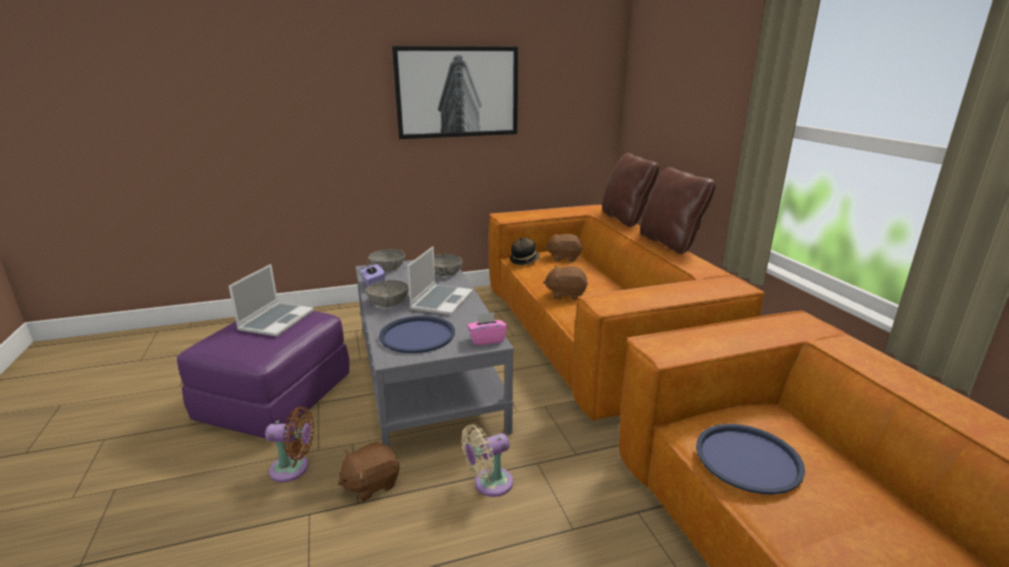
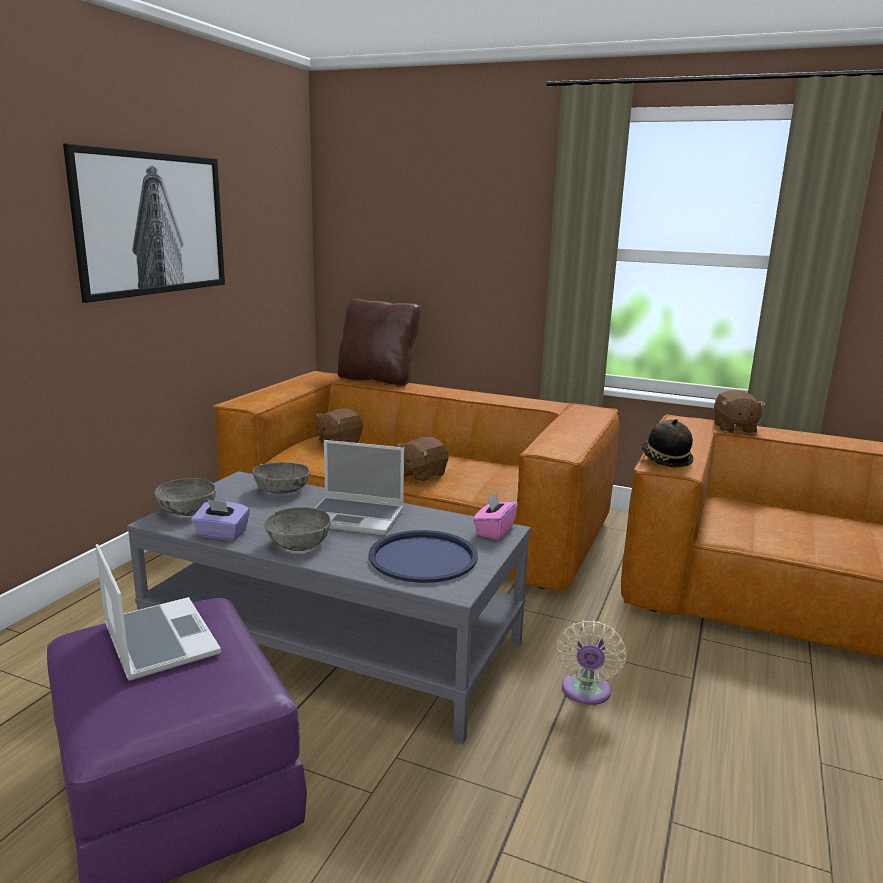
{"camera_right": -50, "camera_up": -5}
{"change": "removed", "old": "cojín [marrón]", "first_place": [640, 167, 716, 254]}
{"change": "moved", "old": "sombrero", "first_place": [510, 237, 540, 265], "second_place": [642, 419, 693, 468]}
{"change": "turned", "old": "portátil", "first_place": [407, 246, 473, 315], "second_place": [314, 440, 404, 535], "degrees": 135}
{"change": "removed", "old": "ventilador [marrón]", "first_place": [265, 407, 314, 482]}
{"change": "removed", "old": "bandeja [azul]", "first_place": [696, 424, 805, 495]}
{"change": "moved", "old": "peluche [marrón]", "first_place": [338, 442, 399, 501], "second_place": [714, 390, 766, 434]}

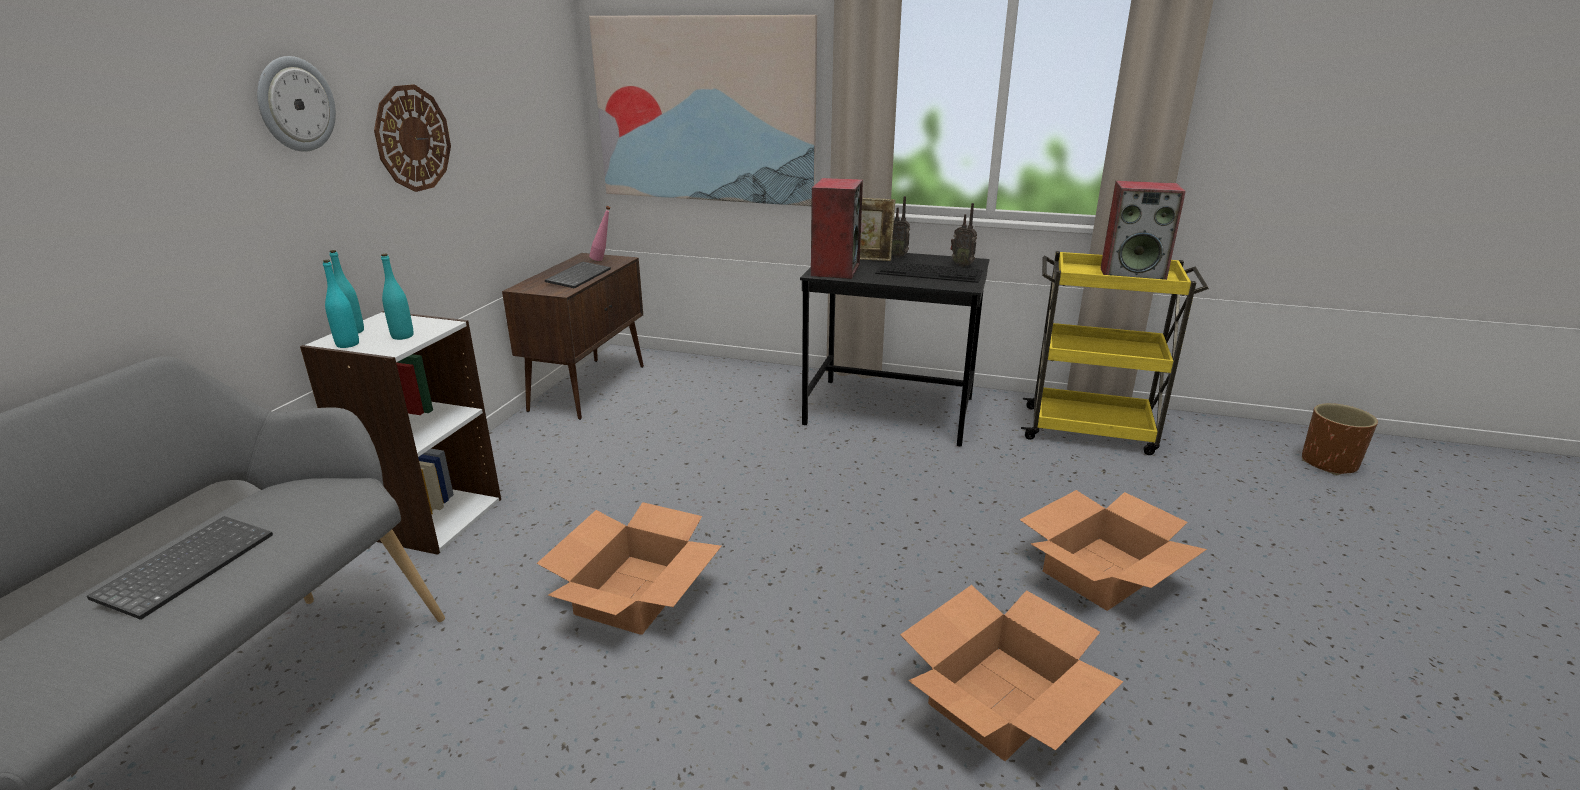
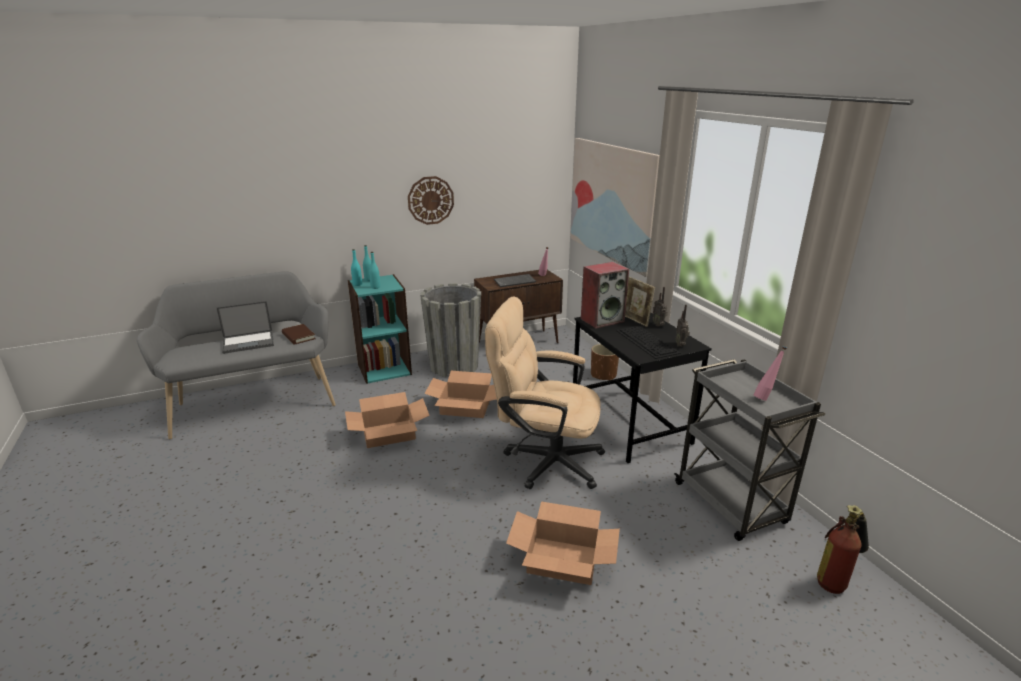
{"camera_right": 50, "camera_up": 0}
{"change": "removed", "old": "reloj de pared", "first_place": [257, 56, 336, 152]}
{"change": "replaced", "old": "altavoz", "new": "botella [rosa]", "first_place": [1100, 181, 1186, 280], "second_place": [753, 346, 786, 401]}
{"change": "recoloured", "old": "carrito [amarillo]", "new": "carrito [gris]", "first_place": [1021, 251, 1209, 455], "second_place": [674, 359, 825, 541]}
{"change": "recoloured", "old": "estantería [blanco]", "new": "estantería [turquesa]", "first_place": [300, 311, 501, 555], "second_place": [348, 274, 412, 384]}
{"change": "moved", "old": "maceta [marrón]", "first_place": [1302, 403, 1378, 475], "second_place": [591, 344, 619, 380]}
{"change": "replaced", "old": "teclado", "new": "portátil", "first_place": [87, 516, 273, 620], "second_place": [216, 301, 274, 354]}
{"change": "moved", "old": "caja de cartón", "first_place": [900, 585, 1123, 761], "second_place": [424, 371, 497, 418]}
{"change": "added", "new": "maceta [gris]", "second_place": [420, 283, 481, 377]}
{"change": "added", "new": "silla de oficina [beis]", "second_place": [485, 297, 605, 489]}
{"change": "added", "new": "libro [marrón]", "second_place": [282, 324, 316, 345]}
{"change": "added", "new": "extintor", "second_place": [817, 505, 869, 594]}

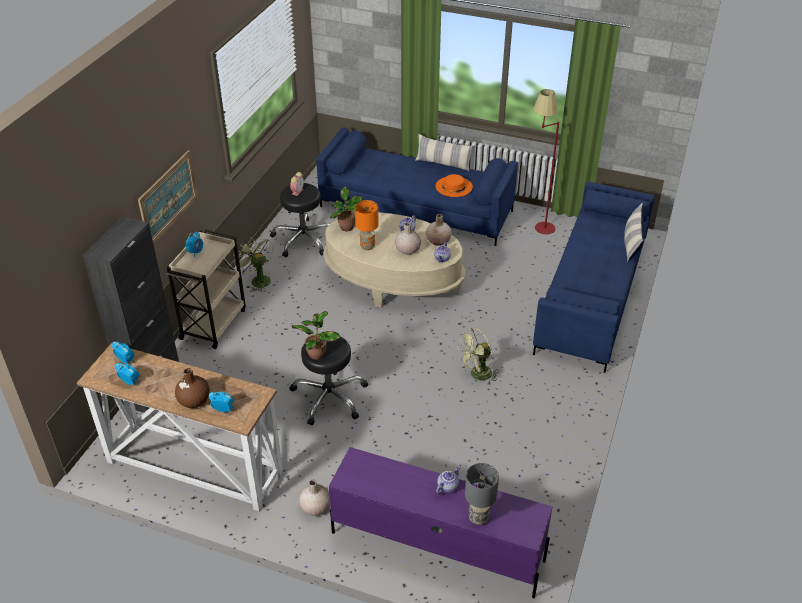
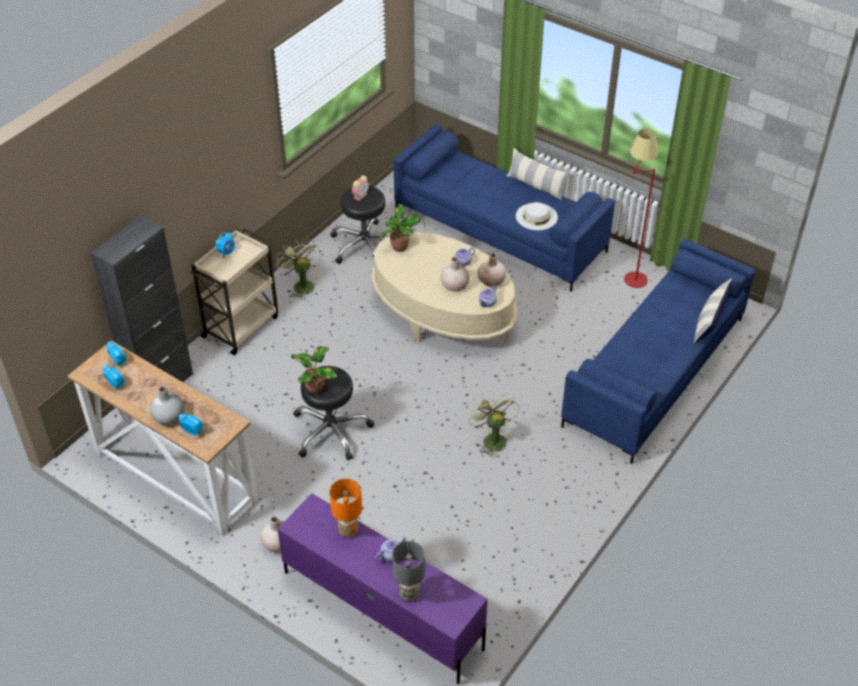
{"camera_right": 15, "camera_up": 5}
{"change": "removed", "old": "cuadro", "first_place": [138, 150, 198, 245]}
{"change": "recoloured", "old": "sombrero [naranja]", "new": "sombrero [blanco]", "first_place": [436, 174, 473, 197], "second_place": [516, 202, 558, 230]}
{"change": "moved", "old": "lámpara de mesa [naranja]", "first_place": [355, 200, 379, 250], "second_place": [330, 479, 362, 537]}
{"change": "turned", "old": "ventilador [verde]", "first_place": [457, 328, 499, 386], "second_place": [468, 393, 519, 458], "degrees": 90}
{"change": "recoloured", "old": "florero [marrón]", "new": "florero [gris]", "first_place": [175, 368, 210, 408], "second_place": [150, 386, 184, 425]}

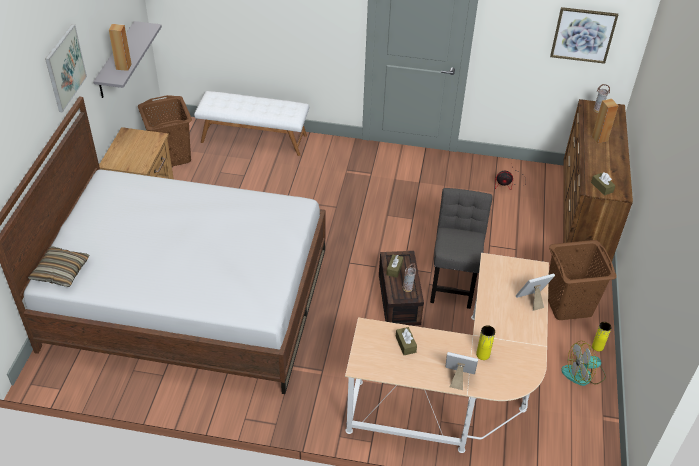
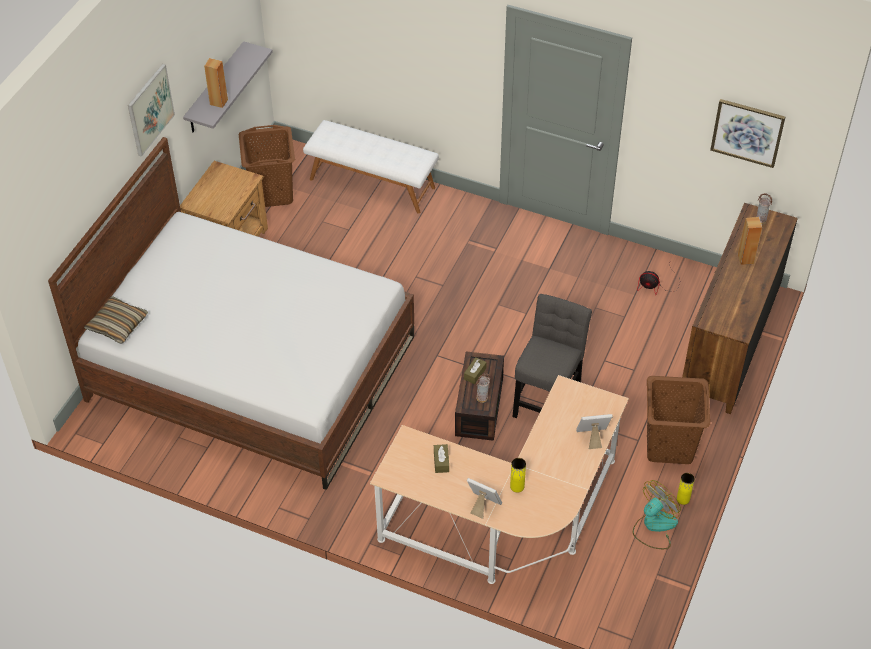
{"camera_right": 15, "camera_up": 5}
{"change": "removed", "old": "caja de pañuelos [marrón]", "first_place": [591, 172, 616, 196]}
{"change": "turned", "old": "ventilador", "first_place": [561, 341, 606, 386], "second_place": [633, 480, 681, 549], "degrees": 135}

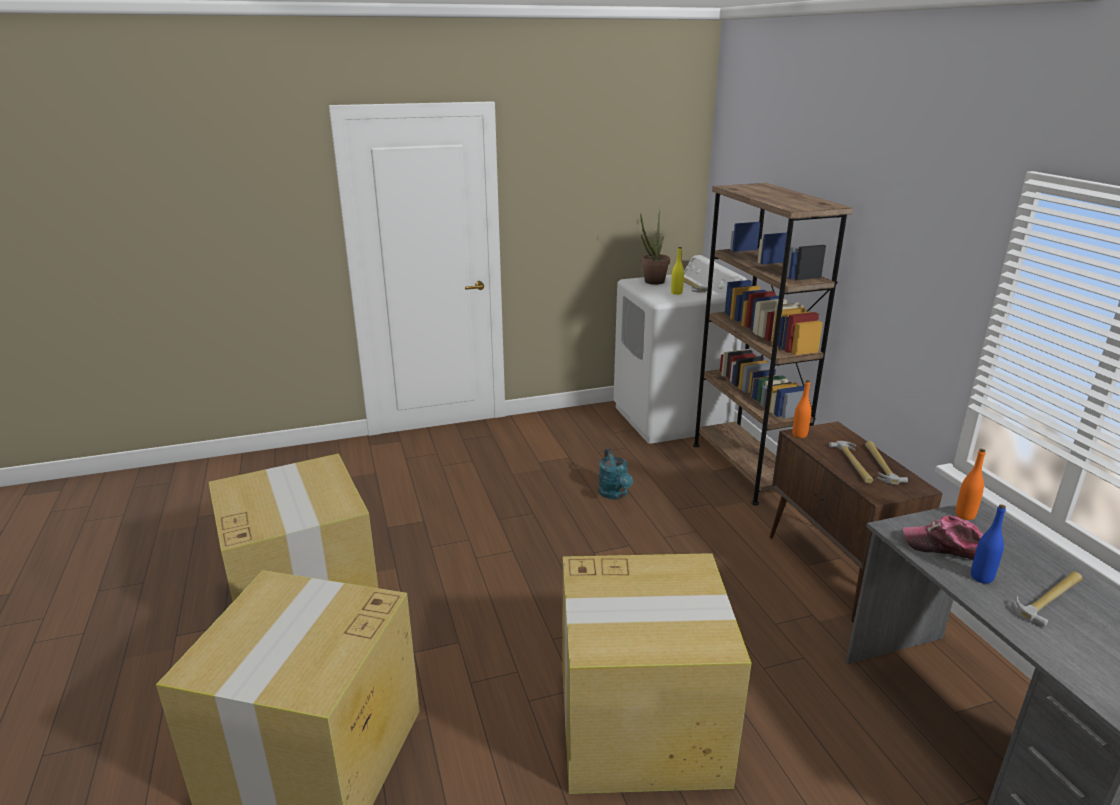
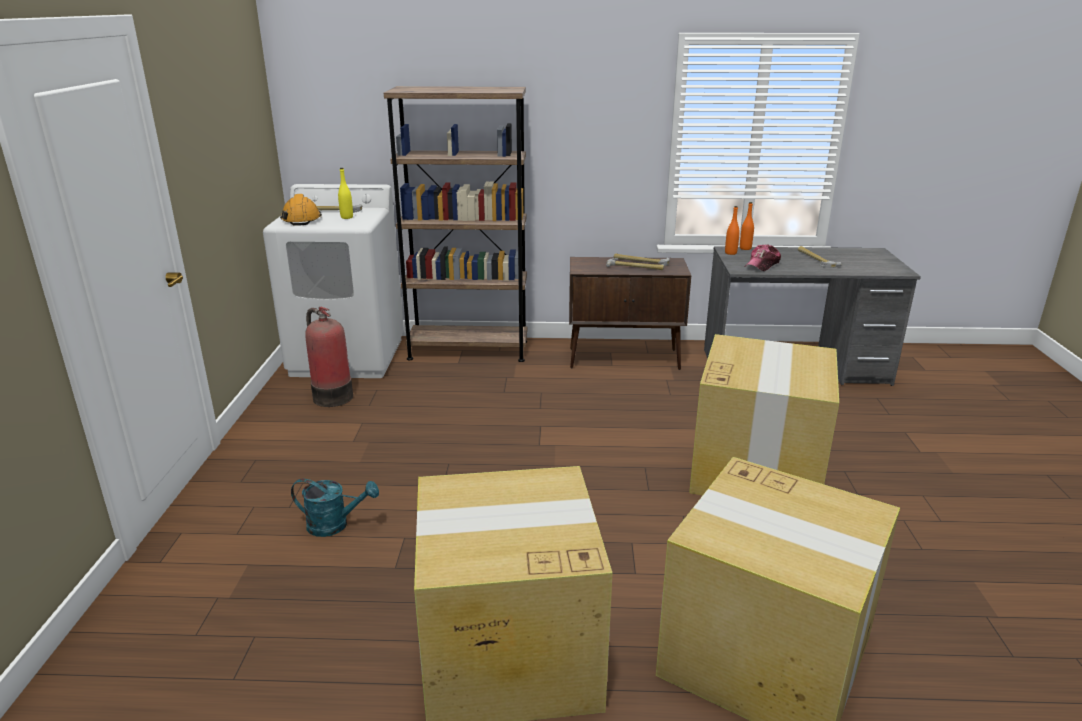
{"camera_right": -70, "camera_up": 0}
{"change": "replaced", "old": "planta en maceta", "new": "casco [naranja]", "first_place": [640, 207, 670, 285], "second_place": [280, 194, 322, 226]}
{"change": "moved", "old": "botella [naranja]", "first_place": [792, 380, 811, 438], "second_place": [740, 202, 754, 250]}
{"change": "moved", "old": "regadera [turquesa]", "first_place": [598, 449, 633, 499], "second_place": [291, 478, 379, 537]}
{"change": "removed", "old": "botella [azul]", "first_place": [971, 504, 1006, 584]}
{"change": "added", "new": "extintor", "second_place": [305, 307, 353, 407]}

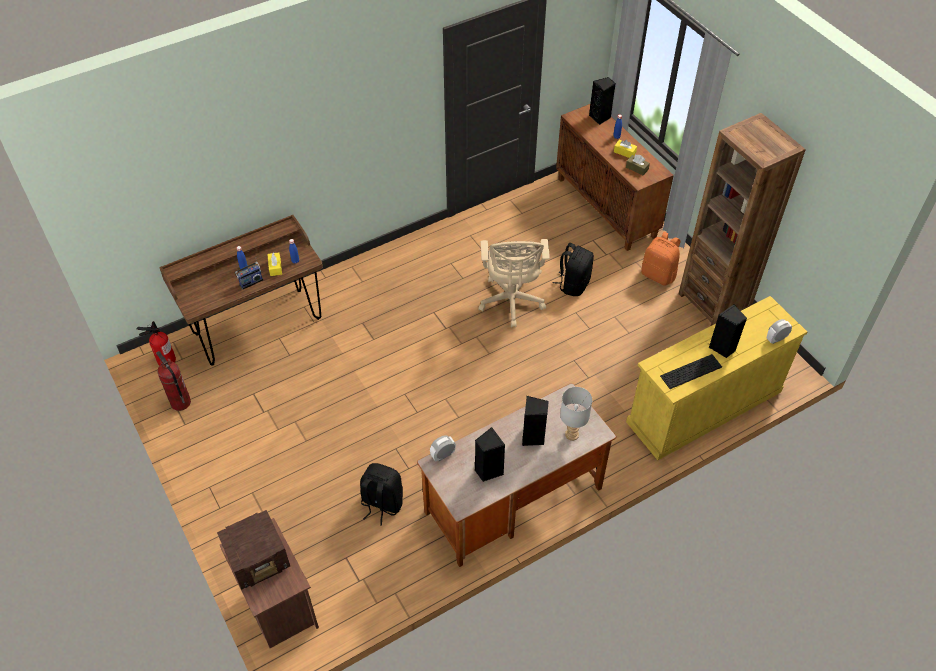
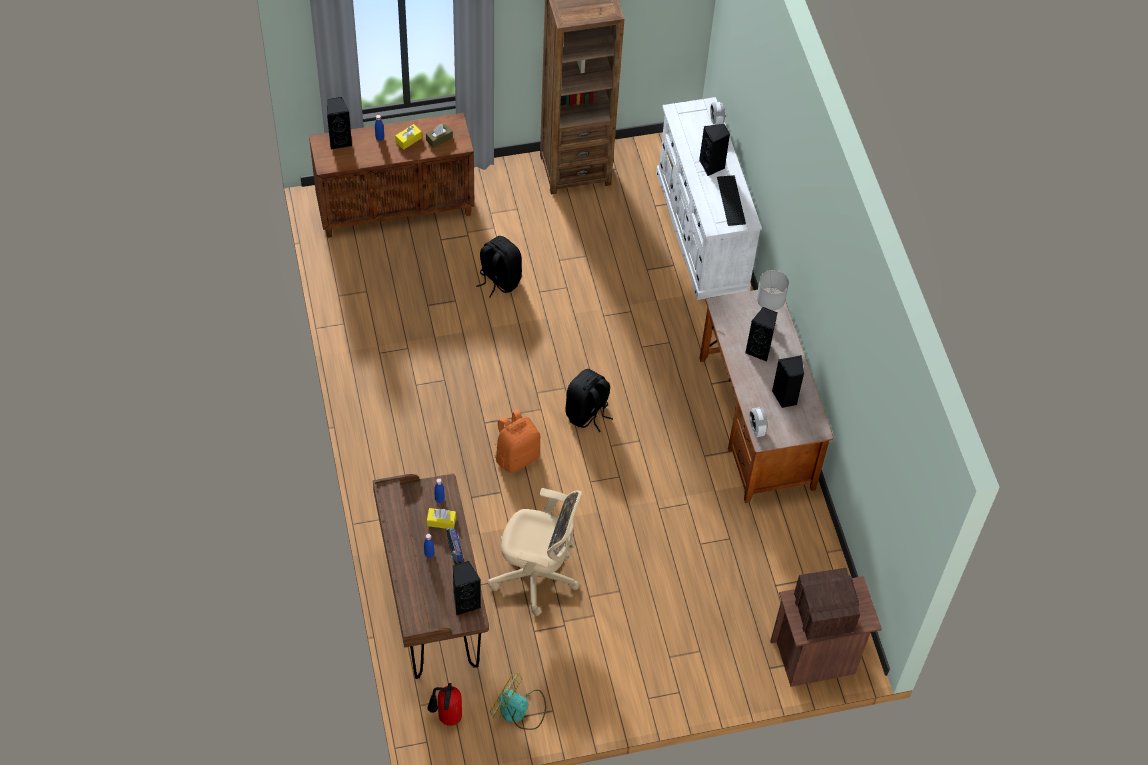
{"camera_right": -75, "camera_up": 5}
{"change": "moved", "old": "mochila [naranja]", "first_place": [641, 232, 681, 286], "second_place": [494, 409, 540, 473]}
{"change": "moved", "old": "silla de oficina [beis]", "first_place": [478, 239, 550, 327], "second_place": [488, 488, 582, 616]}
{"change": "recoloured", "old": "cómoda [amarillo]", "new": "cómoda [blanco]", "first_place": [626, 296, 807, 460], "second_place": [656, 97, 762, 300]}
{"change": "replaced", "old": "extintor", "new": "ventilador", "first_place": [156, 351, 191, 411], "second_place": [490, 673, 546, 730]}
{"change": "moved", "old": "mochila [negro]", "first_place": [360, 463, 403, 526], "second_place": [565, 369, 613, 432]}
{"change": "added", "new": "altavoz [negro]", "second_place": [453, 561, 481, 615]}

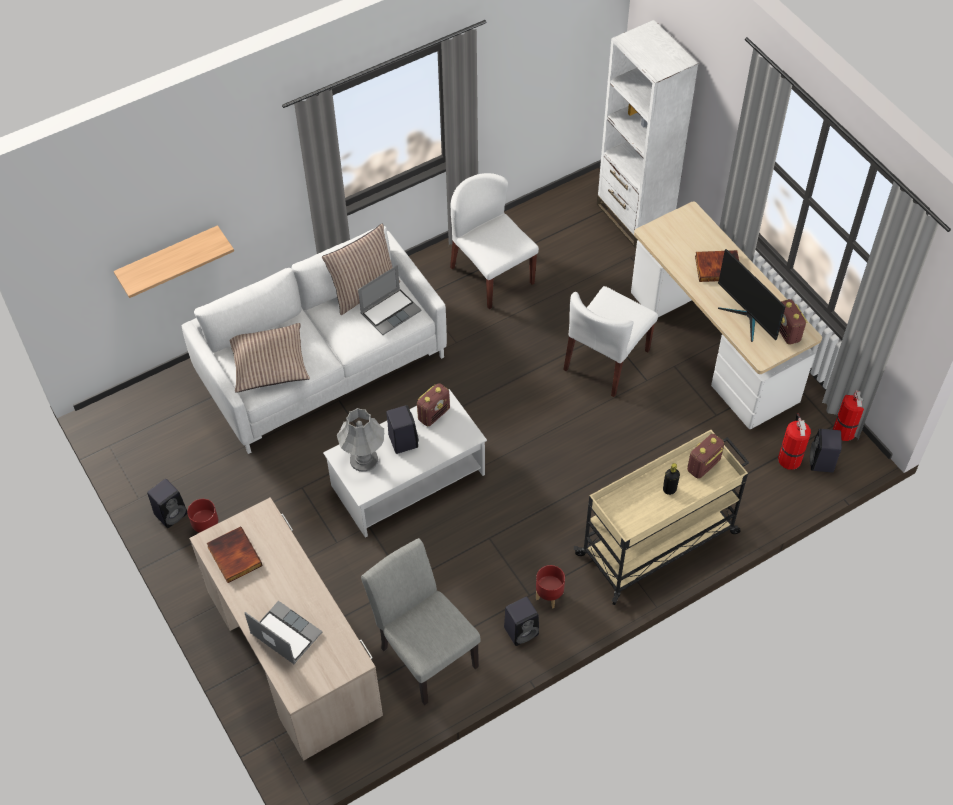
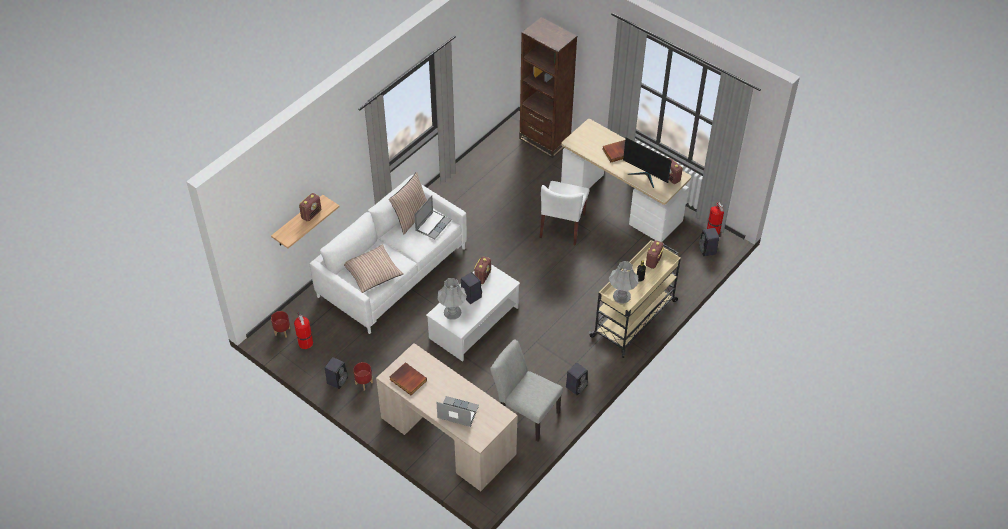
{"camera_right": -20, "camera_up": -5}
{"change": "recoloured", "old": "estantería [blanco]", "new": "estantería [marrón]", "first_place": [597, 20, 699, 248], "second_place": [519, 17, 577, 158]}
{"change": "removed", "old": "silla [blanco]", "first_place": [450, 173, 539, 309]}
{"change": "moved", "old": "extintor", "first_place": [778, 413, 811, 470], "second_place": [294, 312, 313, 349]}
{"change": "moved", "old": "maceta [rojo]", "first_place": [536, 565, 565, 608], "second_place": [271, 311, 290, 338]}
{"change": "added", "new": "radio", "second_place": [299, 193, 321, 222]}
{"change": "added", "new": "lámpara de mesa [gris]", "second_place": [609, 261, 638, 304]}

